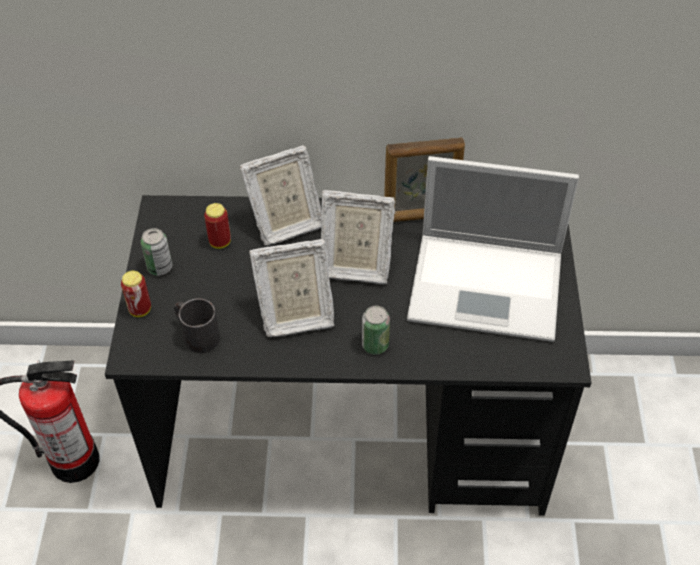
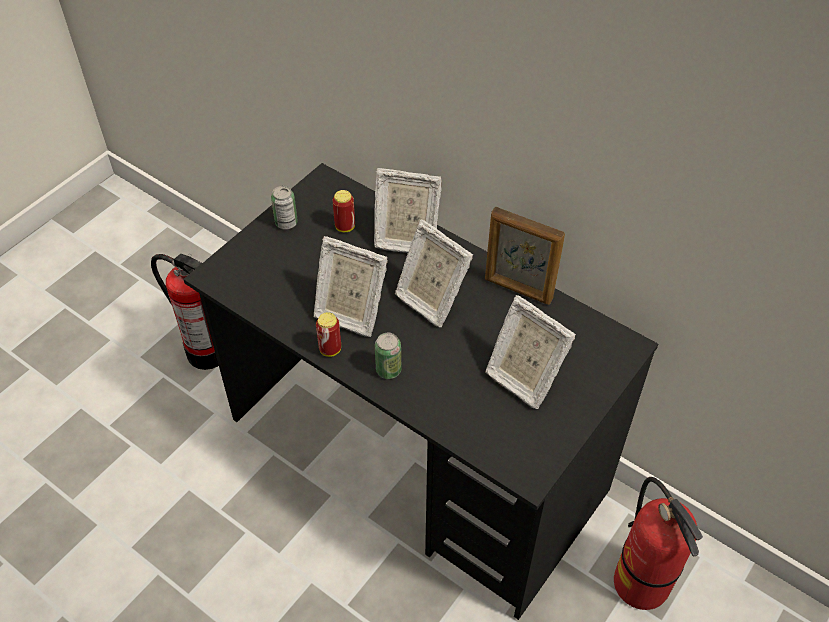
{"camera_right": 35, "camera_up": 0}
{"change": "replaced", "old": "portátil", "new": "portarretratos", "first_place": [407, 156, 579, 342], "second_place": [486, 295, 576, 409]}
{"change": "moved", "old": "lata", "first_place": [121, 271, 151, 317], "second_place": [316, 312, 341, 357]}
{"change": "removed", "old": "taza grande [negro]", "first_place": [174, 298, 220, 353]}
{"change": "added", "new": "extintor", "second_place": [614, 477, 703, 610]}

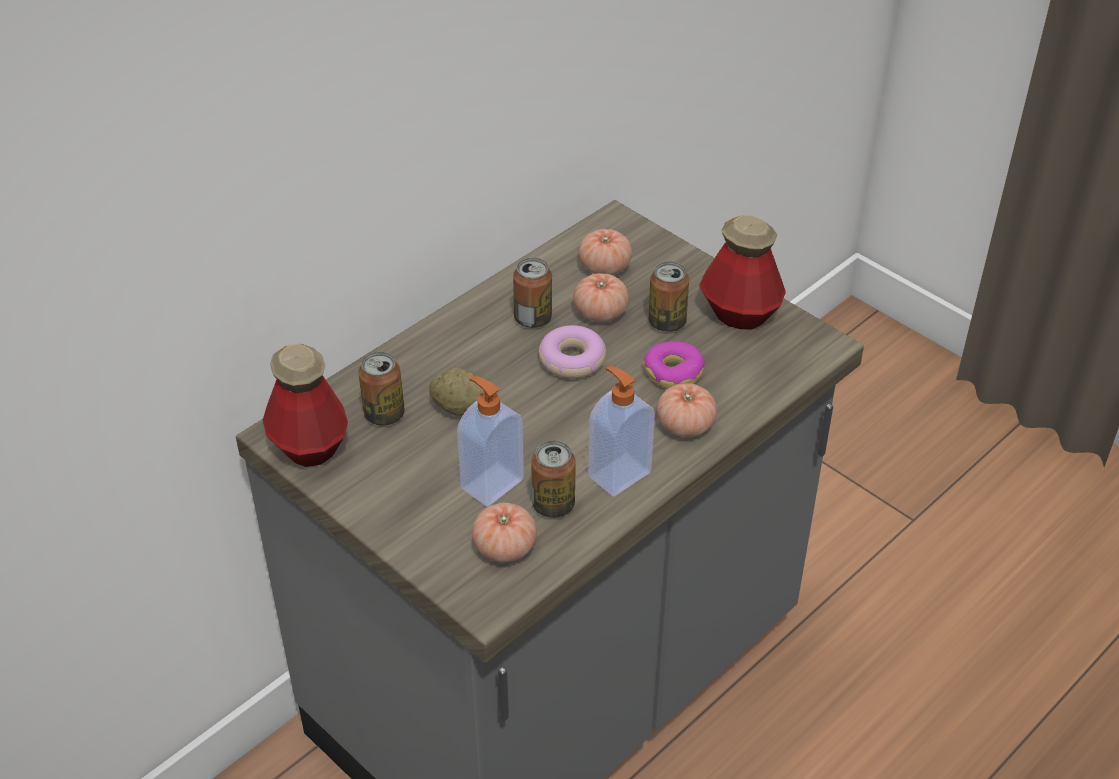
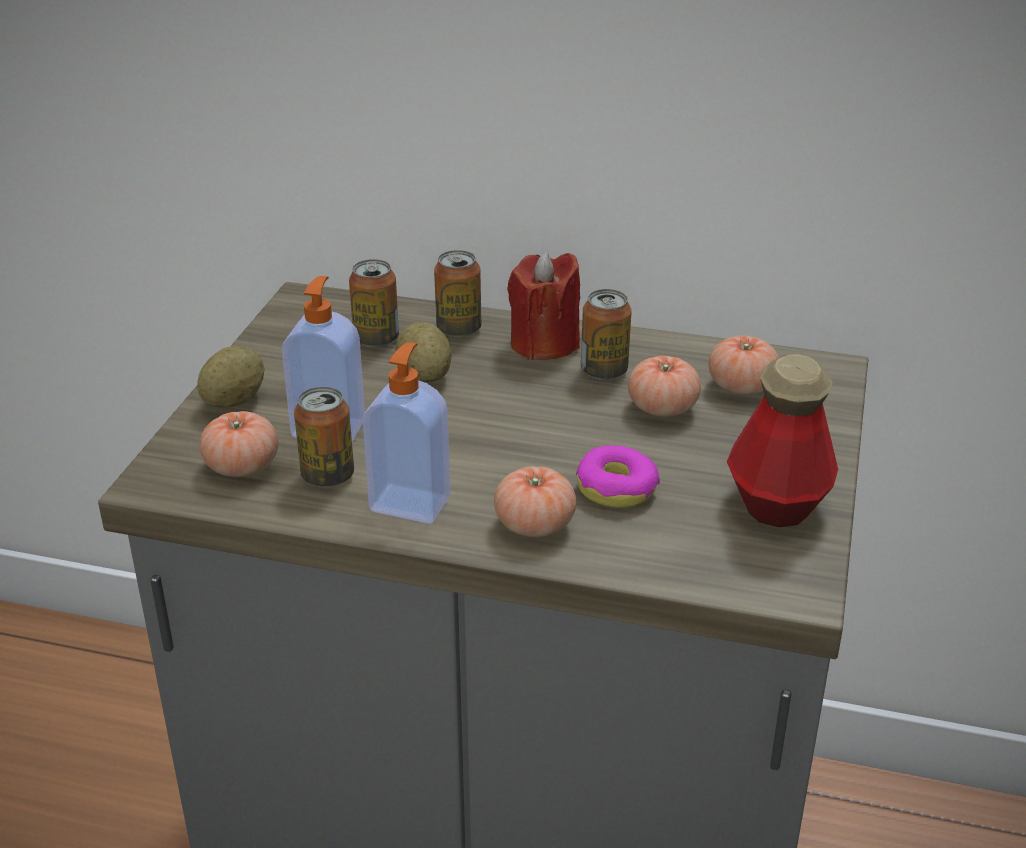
{"camera_right": 60, "camera_up": -10}
{"change": "moved", "old": "lata", "first_place": [648, 261, 689, 332], "second_place": [434, 250, 482, 337]}
{"change": "removed", "old": "rosquilla", "first_place": [539, 325, 606, 379]}
{"change": "removed", "old": "botella", "first_place": [263, 344, 348, 467]}
{"change": "added", "new": "vela [rojo]", "second_place": [507, 251, 580, 360]}
{"change": "added", "new": "patata", "second_place": [197, 346, 265, 408]}

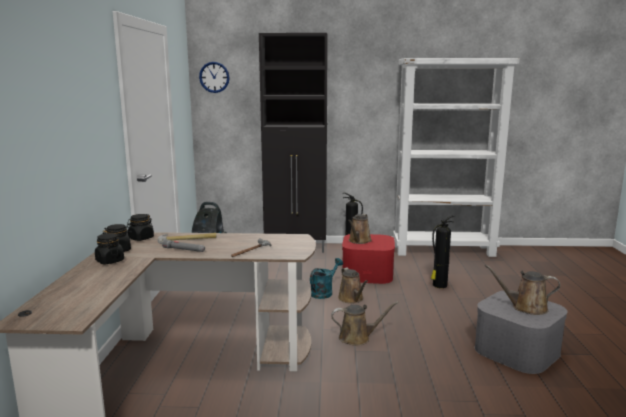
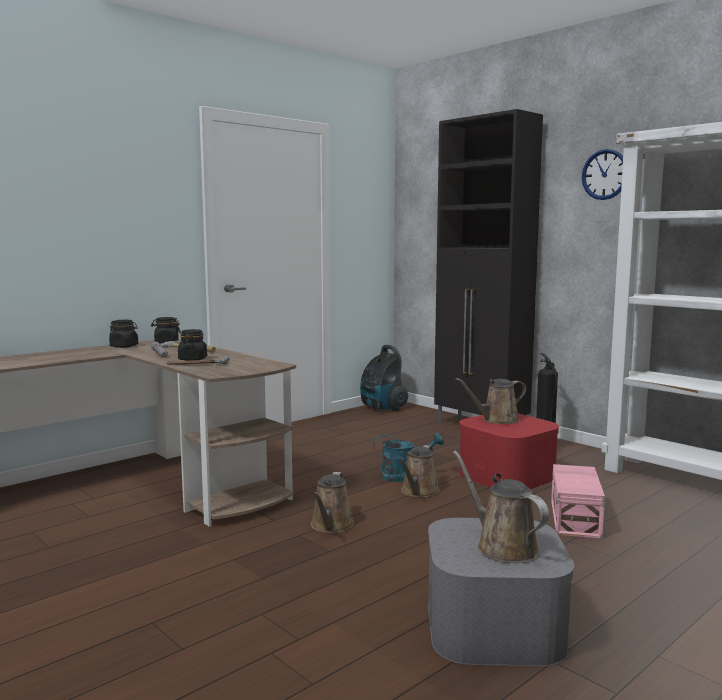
{"camera_right": 45, "camera_up": -5}
{"change": "moved", "old": "reloj de pared", "first_place": [199, 62, 230, 93], "second_place": [582, 149, 623, 200]}
{"change": "replaced", "old": "extintor", "new": "caja de almacenaje [rosa]", "first_place": [431, 216, 454, 288], "second_place": [551, 464, 605, 539]}
{"change": "moved", "old": "tarro [negro]", "first_place": [95, 233, 124, 264], "second_place": [178, 329, 207, 361]}
{"change": "turned", "old": "regadera [marrón]", "first_place": [332, 301, 399, 346], "second_place": [311, 472, 355, 533], "degrees": 60}

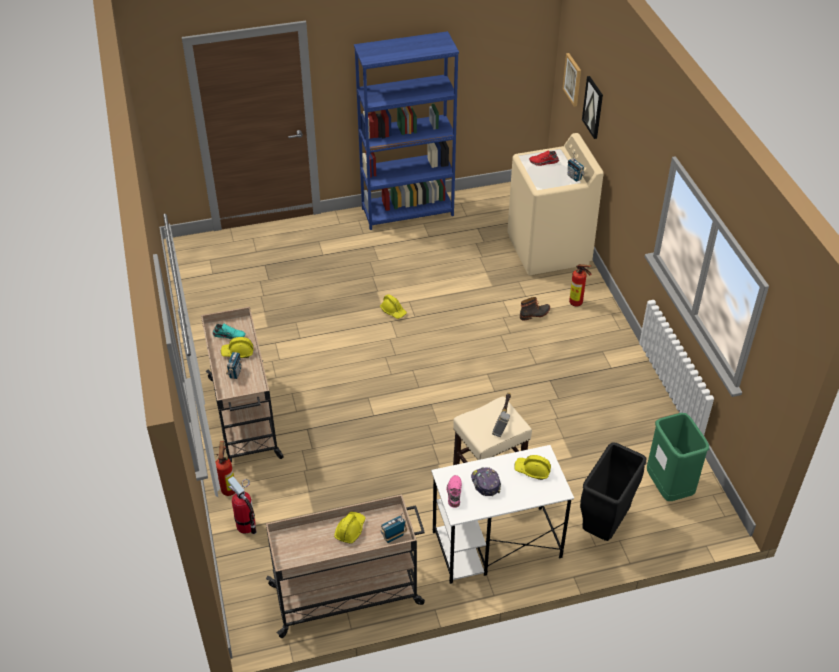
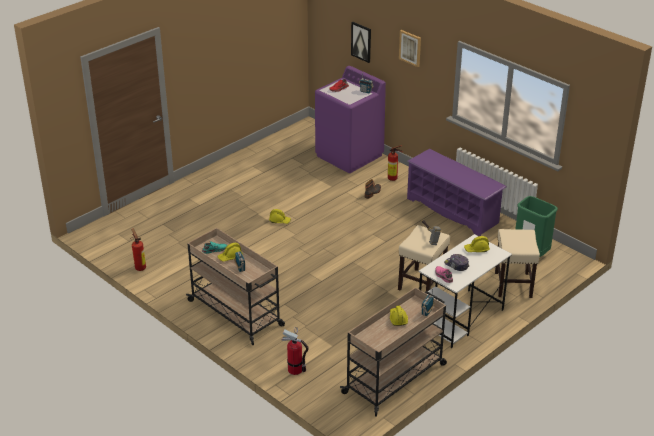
{"camera_right": -30, "camera_up": -10}
{"change": "removed", "old": "estantería [azul]", "first_place": [354, 31, 459, 230]}
{"change": "moved", "old": "cuadro", "first_place": [562, 53, 581, 107], "second_place": [399, 30, 421, 67]}
{"change": "recoloured", "old": "lavadora [beis]", "new": "lavadora [morado]", "first_place": [507, 133, 604, 275], "second_place": [315, 66, 386, 173]}
{"change": "moved", "old": "extintor", "first_place": [215, 441, 236, 496], "second_place": [131, 228, 146, 271]}
{"change": "replaced", "old": "papelera [negro]", "new": "taburete [beis]", "first_place": [580, 443, 646, 541], "second_place": [495, 229, 540, 298]}
{"change": "added", "new": "zapatero [morado]", "second_place": [407, 149, 507, 236]}

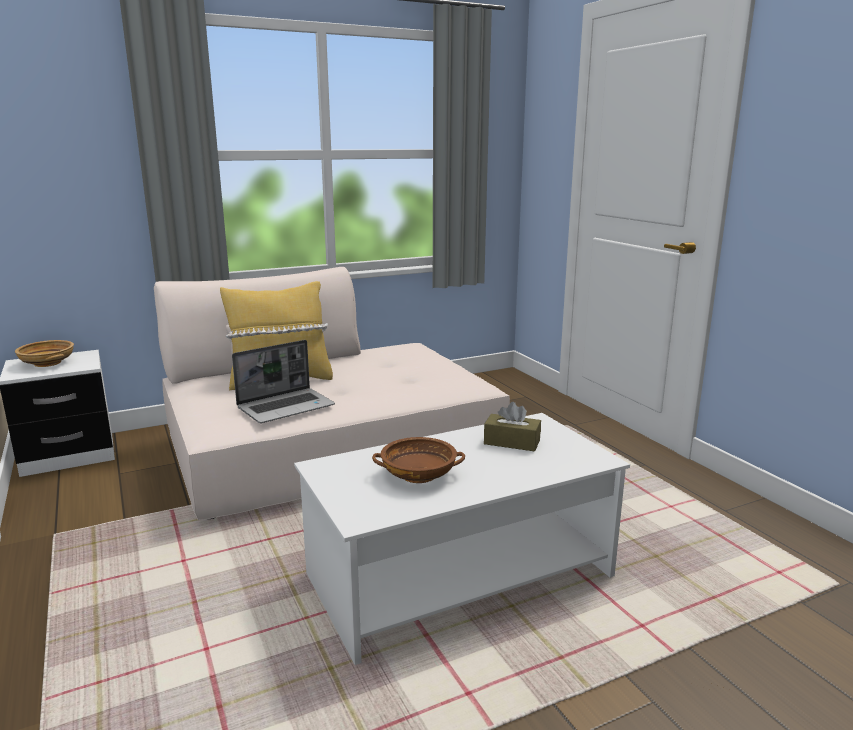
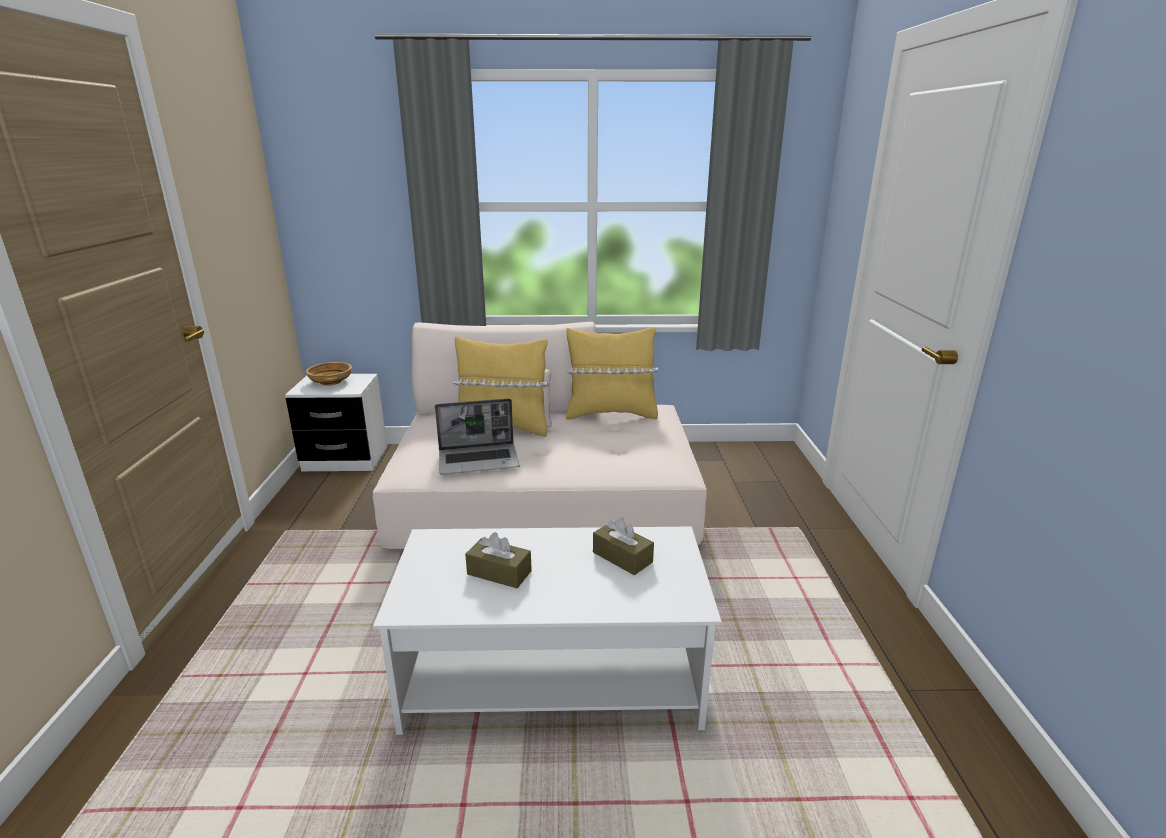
{"camera_right": 25, "camera_up": 5}
{"change": "replaced", "old": "cuenco [marrón]", "new": "caja de pañuelos [marrón]", "first_place": [372, 437, 465, 483], "second_place": [465, 532, 532, 588]}
{"change": "added", "new": "cojín [amarillo]", "second_place": [566, 327, 658, 420]}

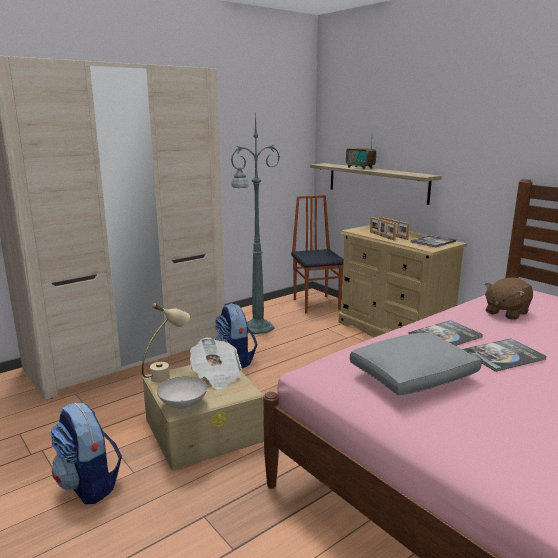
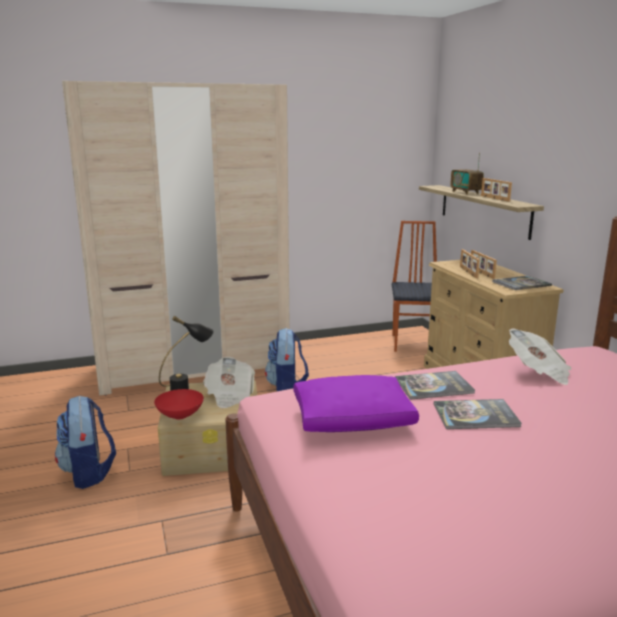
{"camera_right": 20, "camera_up": 0}
{"change": "removed", "old": "lámpara de pie [verde]", "first_place": [231, 111, 280, 334]}
{"change": "replaced", "old": "peluche [marrón]", "new": "periódico", "first_place": [485, 277, 533, 320], "second_place": [509, 328, 571, 385]}
{"change": "recoloured", "old": "lámpara de mesa [beis]", "new": "lámpara de mesa [negro]", "first_place": [142, 303, 190, 382], "second_place": [159, 316, 214, 391]}
{"change": "recoloured", "old": "cojín [gris]", "new": "cojín [morado]", "first_place": [350, 332, 482, 395], "second_place": [293, 375, 419, 432]}
{"change": "recoloured", "old": "cuenco [blanco]", "new": "cuenco [rojo]", "first_place": [157, 376, 207, 409], "second_place": [154, 389, 204, 419]}
{"change": "added", "new": "portarretratos", "second_place": [481, 178, 512, 202]}

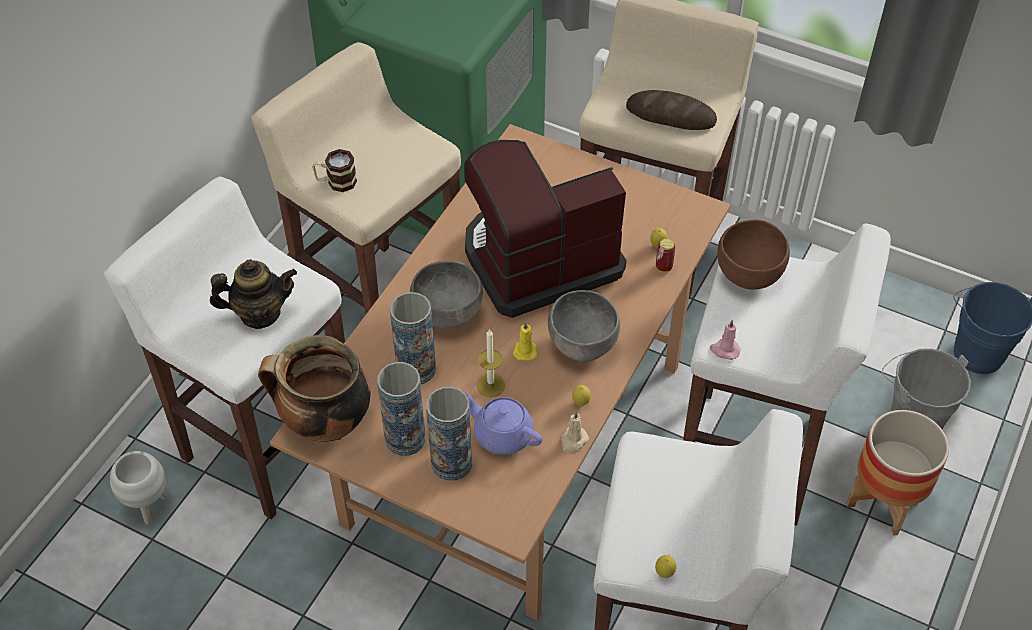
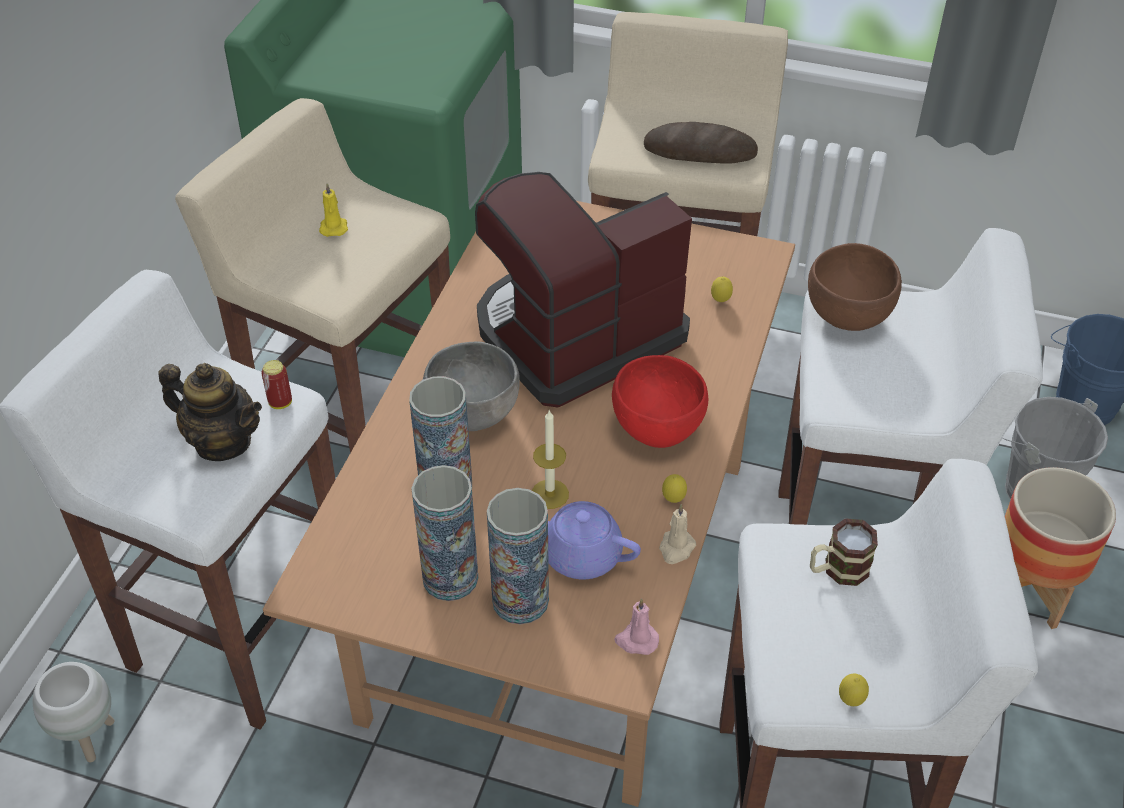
{"camera_right": -10, "camera_up": -5}
{"change": "moved", "old": "taza grande", "first_place": [312, 149, 357, 192], "second_place": [810, 518, 878, 586]}
{"change": "moved", "old": "lata", "first_place": [656, 238, 675, 273], "second_place": [261, 360, 292, 409]}
{"change": "turned", "old": "tetera", "first_place": [210, 260, 297, 329], "second_place": [158, 363, 262, 461], "degrees": 45}
{"change": "recoloured", "old": "cuenco [gris]", "new": "cuenco [rojo]", "first_place": [548, 290, 620, 362], "second_place": [612, 355, 708, 448]}
{"change": "moved", "old": "vela [rosa]", "first_place": [710, 320, 741, 360], "second_place": [614, 598, 659, 655]}
{"change": "moved", "old": "vela [amarillo]", "first_place": [513, 322, 537, 361], "second_place": [319, 183, 348, 237]}
{"change": "removed", "old": "olla", "first_place": [258, 335, 371, 442]}

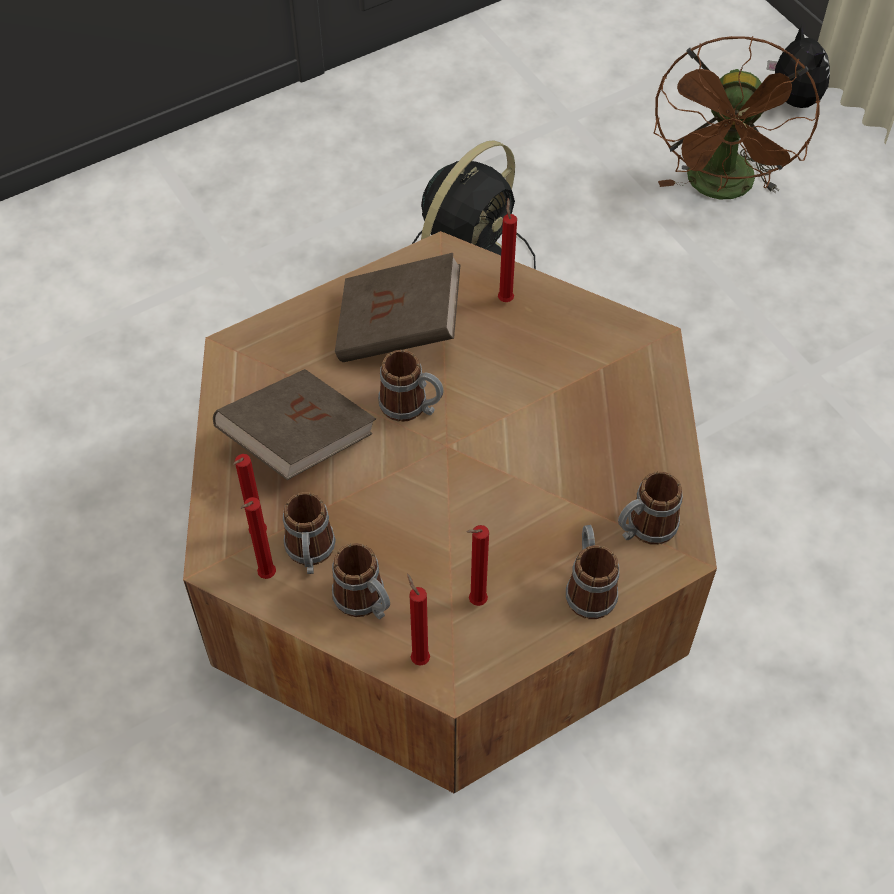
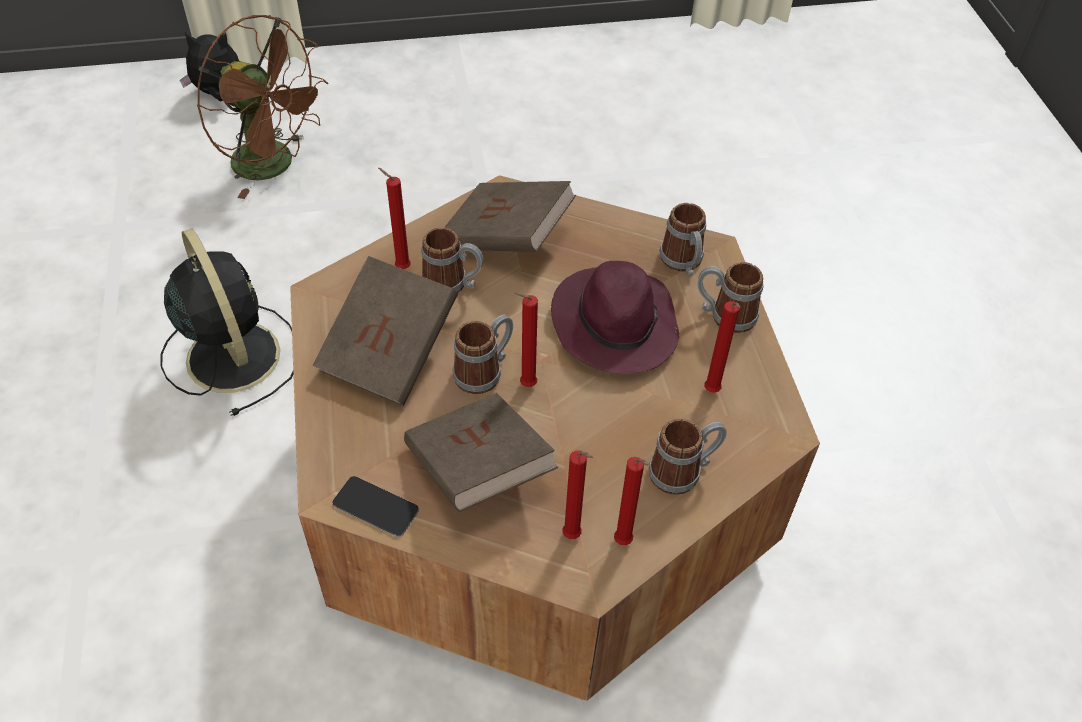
{"camera_right": -70, "camera_up": -5}
{"change": "moved", "old": "taza grande", "first_place": [283, 492, 336, 574], "second_place": [421, 227, 483, 293]}
{"change": "moved", "old": "vela [rojo]", "first_place": [407, 573, 430, 666], "second_place": [515, 292, 538, 387]}
{"change": "added", "new": "libro [marrón]", "second_place": [444, 181, 576, 252]}
{"change": "added", "new": "sombrero [morado]", "second_place": [551, 261, 680, 374]}
{"change": "added", "new": "móvil", "second_place": [332, 476, 419, 537]}

